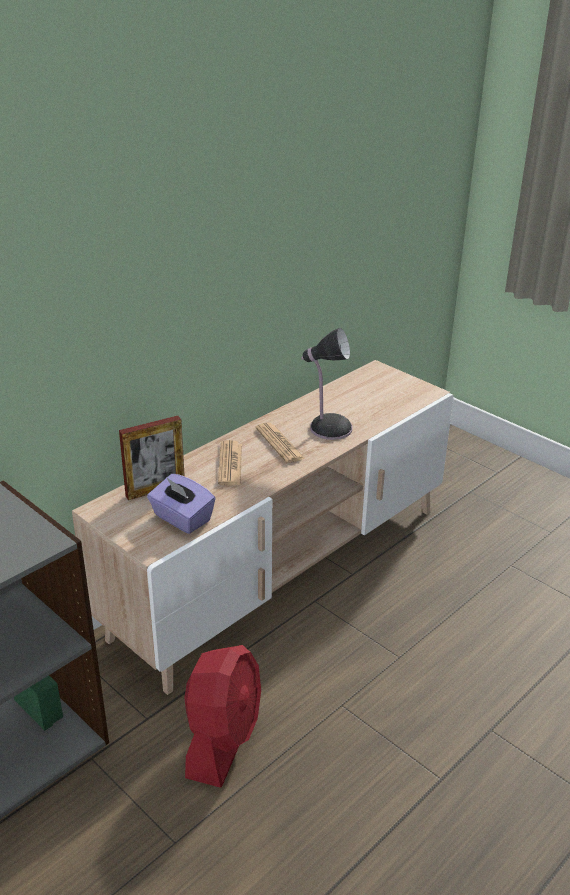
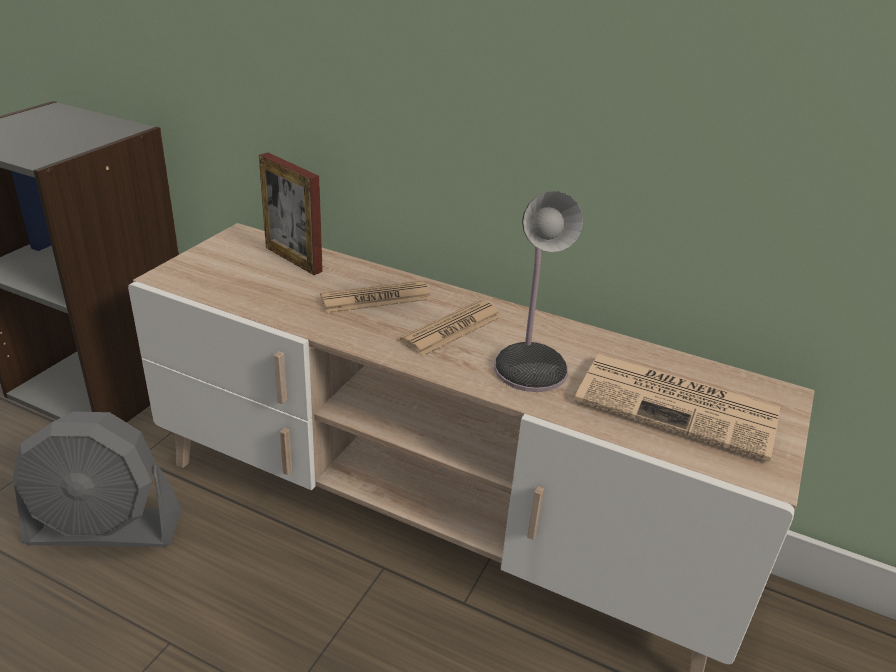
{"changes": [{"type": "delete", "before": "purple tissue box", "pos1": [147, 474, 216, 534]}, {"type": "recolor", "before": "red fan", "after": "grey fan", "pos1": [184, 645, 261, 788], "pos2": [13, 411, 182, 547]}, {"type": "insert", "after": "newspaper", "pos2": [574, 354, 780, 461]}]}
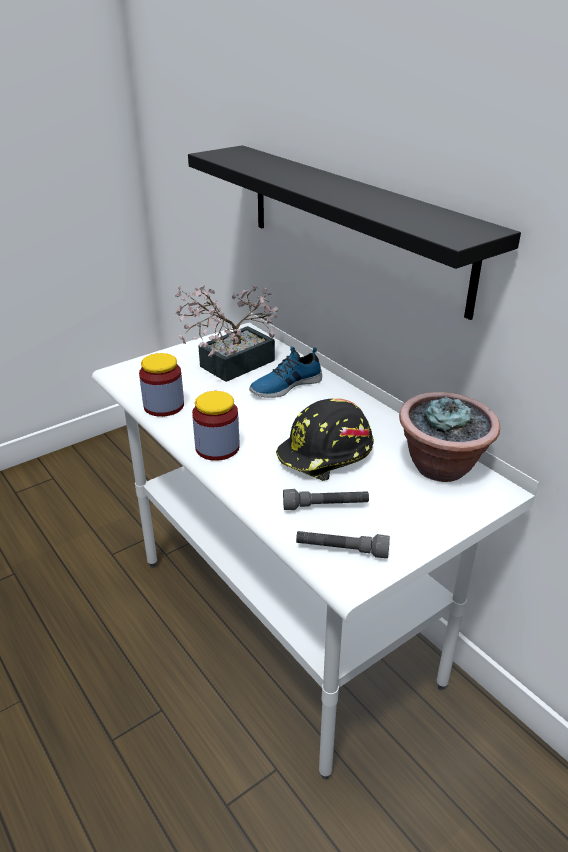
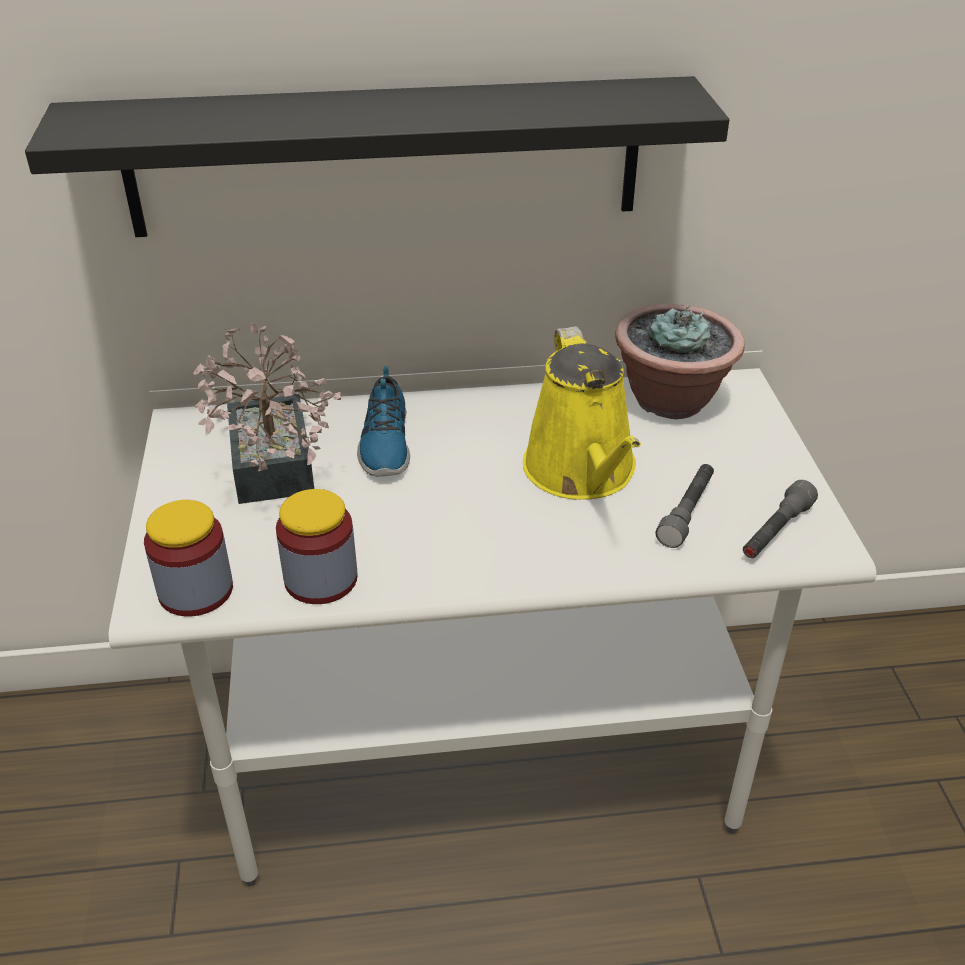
{"changes": [{"type": "move", "before": "jar", "pos1": [192, 391, 239, 461], "pos2": [144, 500, 233, 616]}, {"type": "replace", "before": "black hard hat", "after": "yellow watering can", "pos1": [276, 398, 374, 481], "pos2": [523, 326, 641, 500]}]}
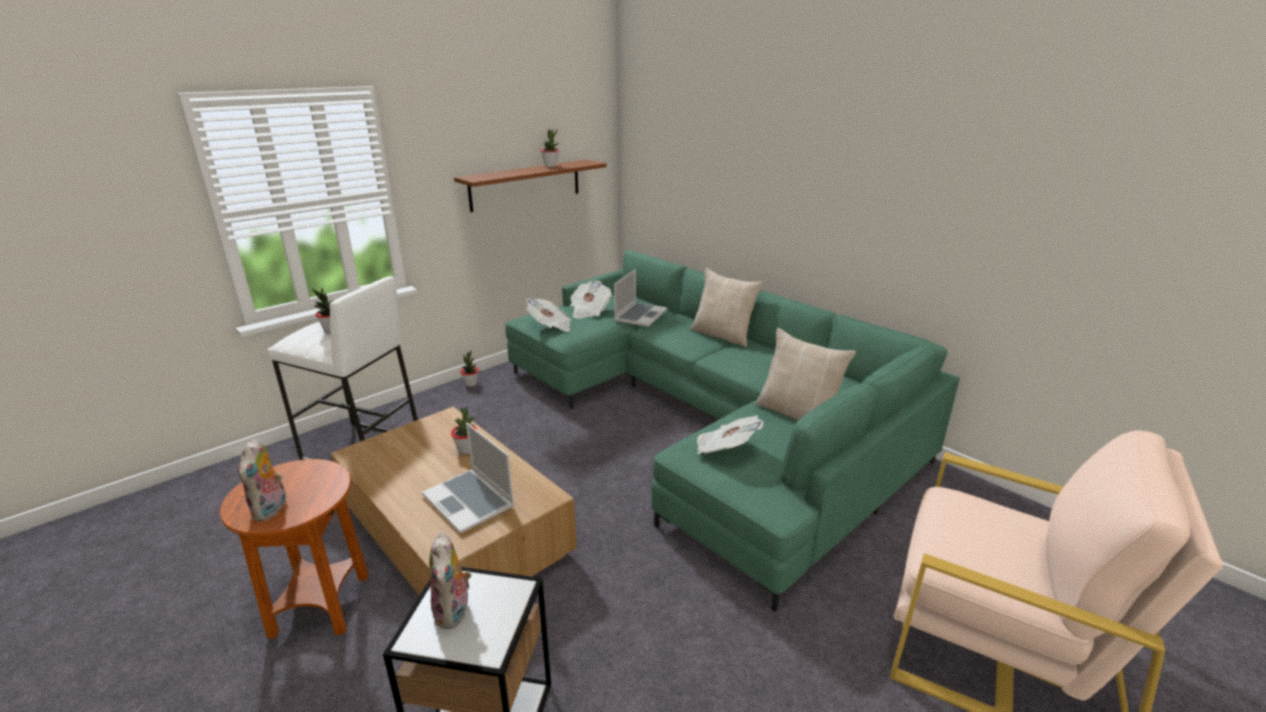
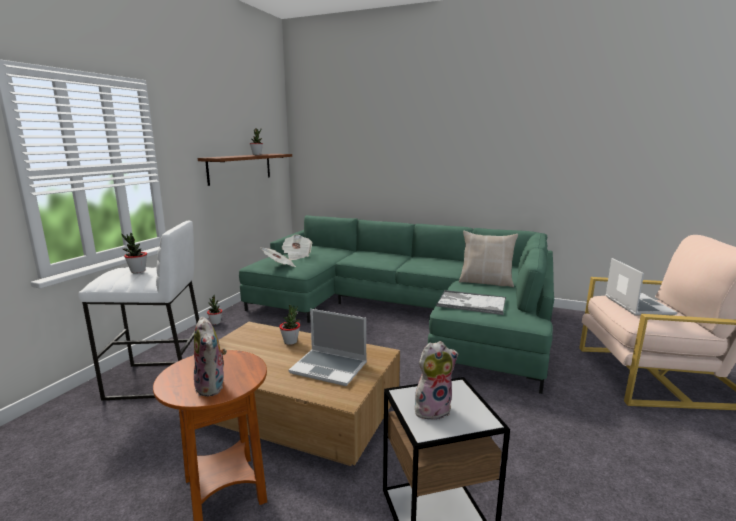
{"changes": [{"type": "rotate", "before": "plush toy", "pos1": [429, 533, 471, 629], "pos2": [415, 341, 458, 420], "turn": -75}, {"type": "move", "before": "laptop", "pos1": [614, 269, 668, 327], "pos2": [605, 258, 677, 316]}, {"type": "delete", "before": "beige pillow", "pos1": [690, 268, 764, 347]}, {"type": "replace", "before": "newspaper", "after": "tray", "pos1": [697, 416, 764, 454], "pos2": [436, 290, 506, 315]}]}
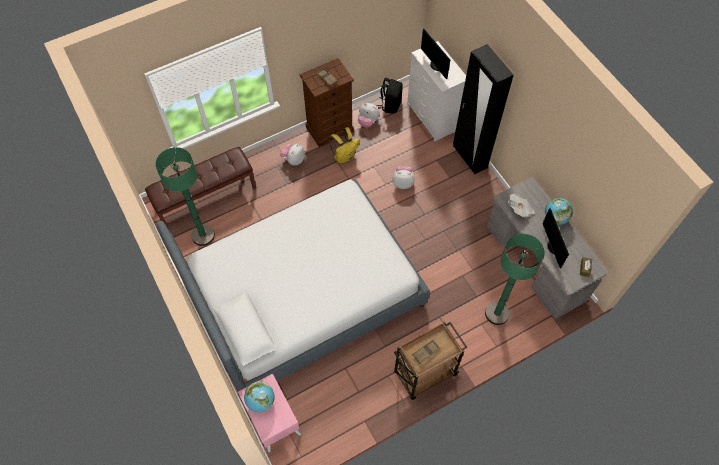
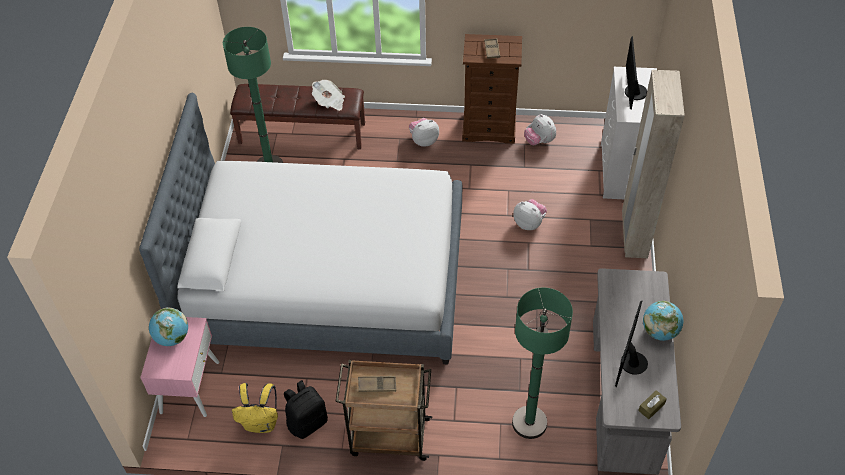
{"changes": [{"type": "move", "before": "yellow backpack", "pos1": [329, 127, 360, 164], "pos2": [232, 383, 278, 433]}, {"type": "move", "before": "black backpack", "pos1": [376, 78, 403, 113], "pos2": [284, 380, 328, 439]}, {"type": "recolor", "before": "black wardrobe", "after": "beige wardrobe", "pos1": [453, 44, 514, 174], "pos2": [622, 70, 685, 258]}, {"type": "move", "before": "newspaper", "pos1": [508, 193, 535, 218], "pos2": [312, 80, 345, 111]}]}
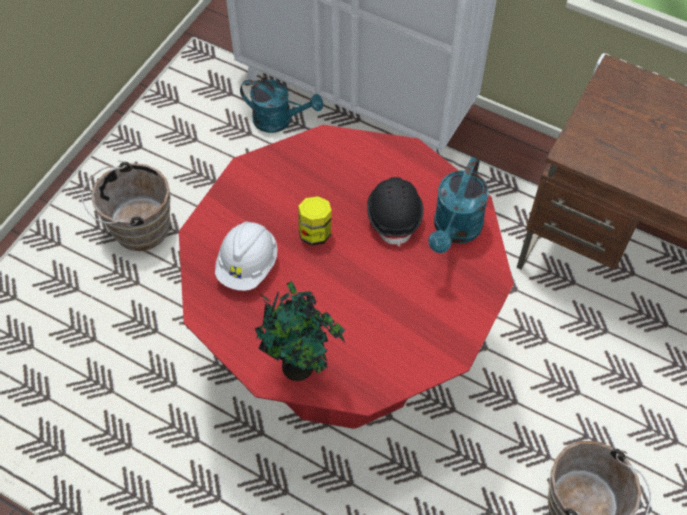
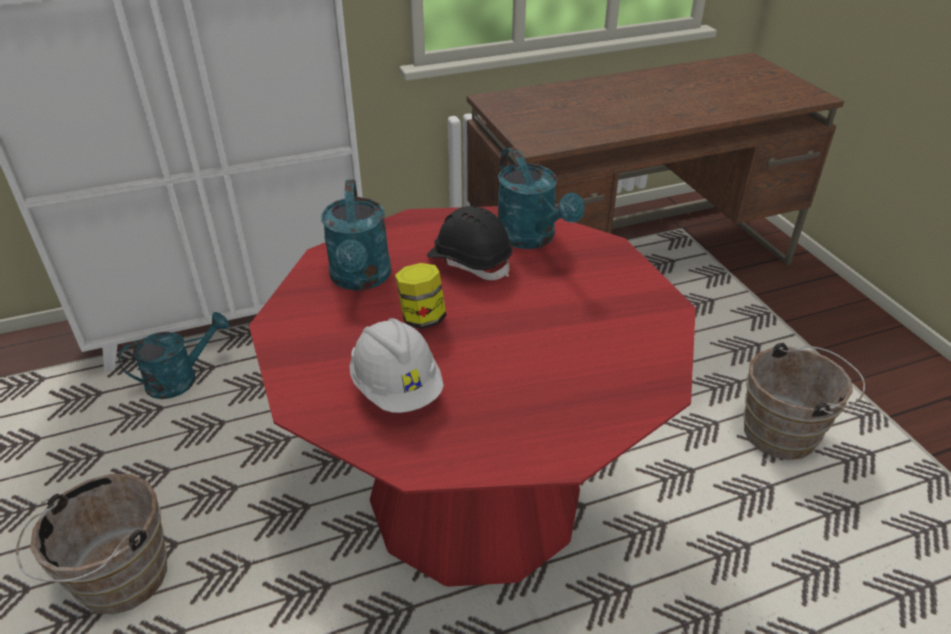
{"changes": [{"type": "delete", "before": "potted plant", "pos1": [255, 281, 346, 381]}, {"type": "insert", "after": "turquoise watering can", "pos2": [321, 179, 391, 291]}]}
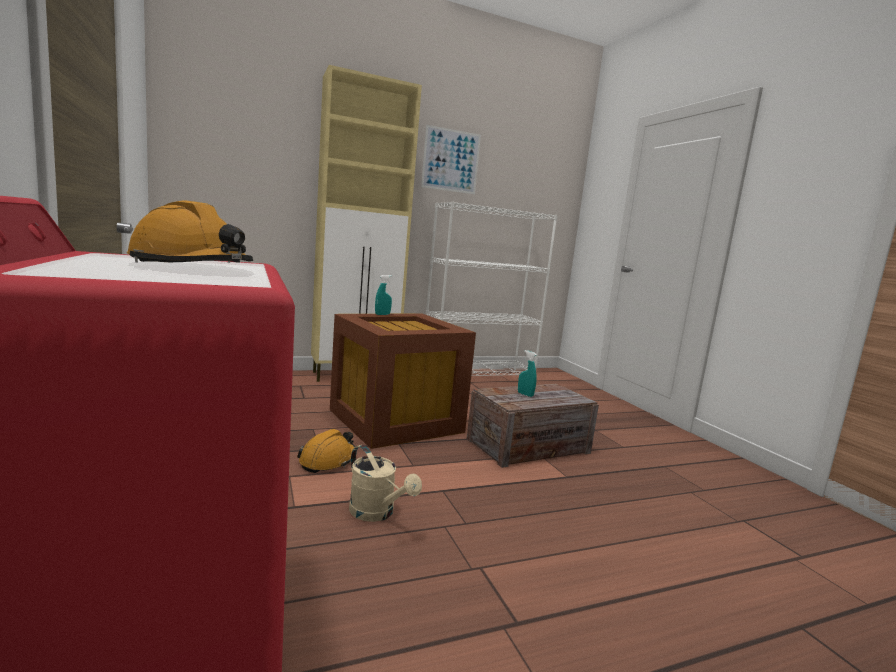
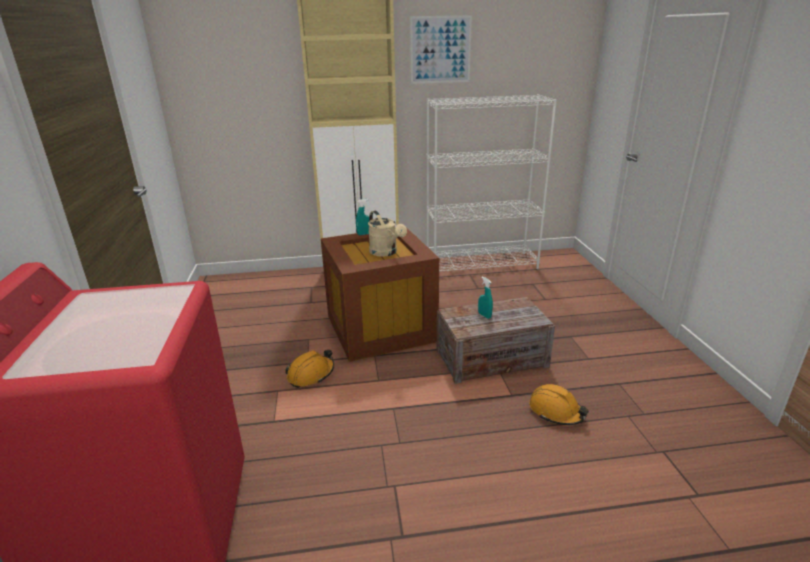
{"changes": [{"type": "move", "before": "orange hard hat", "pos1": [127, 201, 253, 263], "pos2": [529, 384, 589, 425]}, {"type": "move", "before": "beige watering can", "pos1": [349, 445, 422, 522], "pos2": [368, 211, 407, 257]}]}
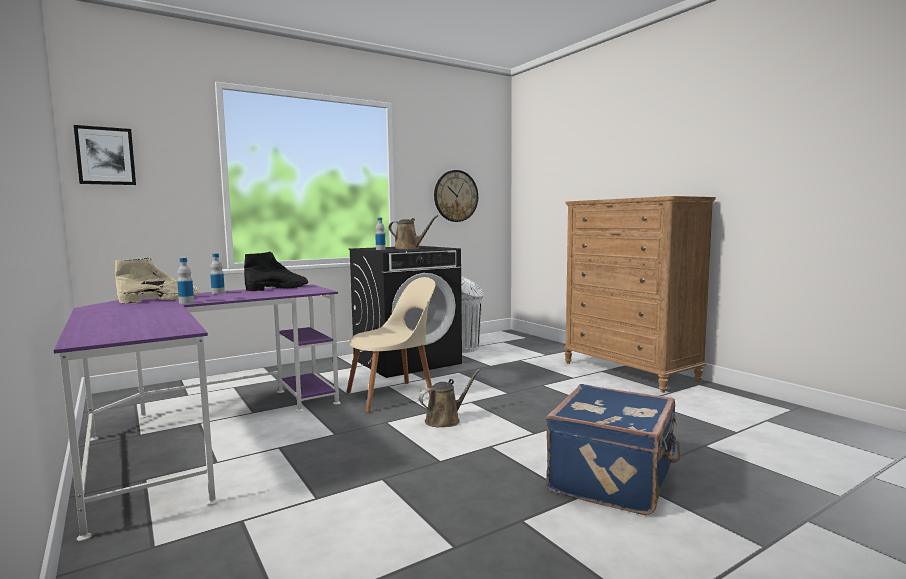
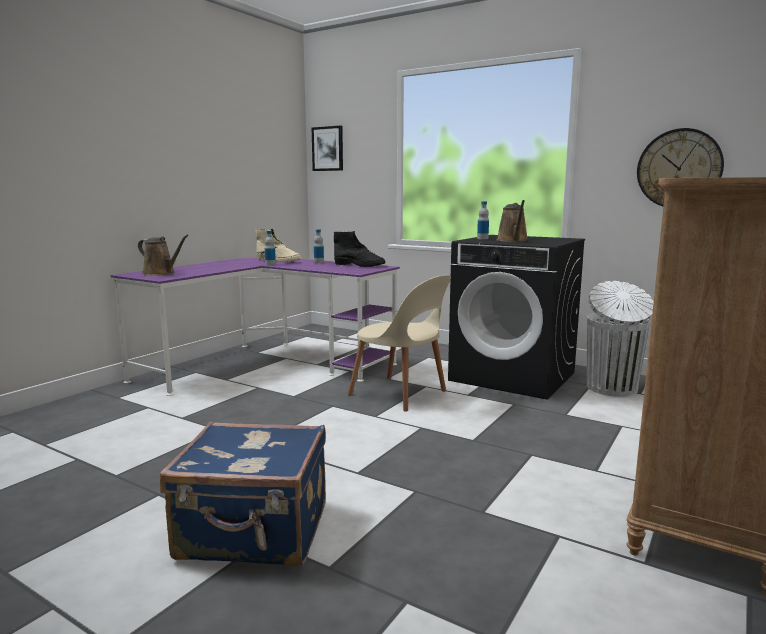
{"changes": [{"type": "move", "before": "brown watering can", "pos1": [419, 369, 481, 427], "pos2": [138, 235, 189, 275]}]}
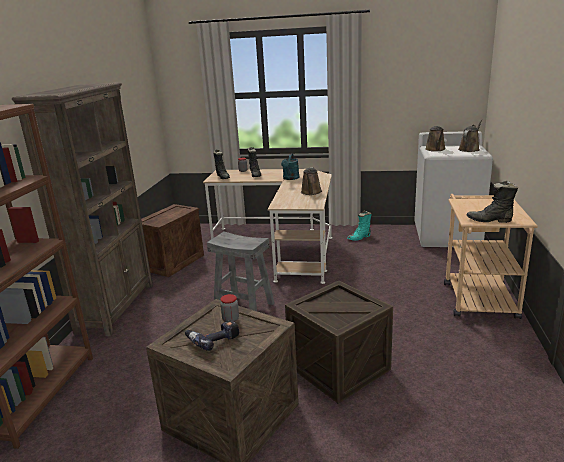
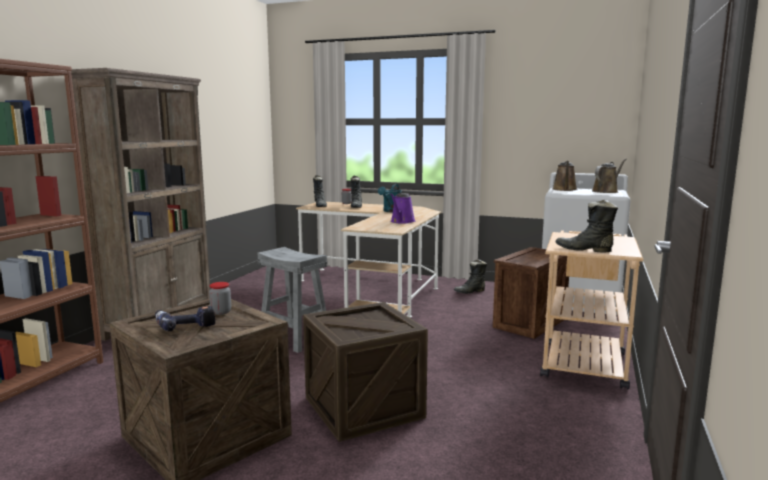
{"changes": [{"type": "move", "before": "crate", "pos1": [141, 204, 204, 277], "pos2": [493, 247, 569, 339]}, {"type": "recolor", "before": "brown watering can", "after": "purple watering can", "pos1": [301, 167, 322, 195], "pos2": [390, 193, 415, 224]}, {"type": "recolor", "before": "turquoise boot", "after": "black boot", "pos1": [347, 210, 372, 241], "pos2": [454, 259, 487, 294]}]}
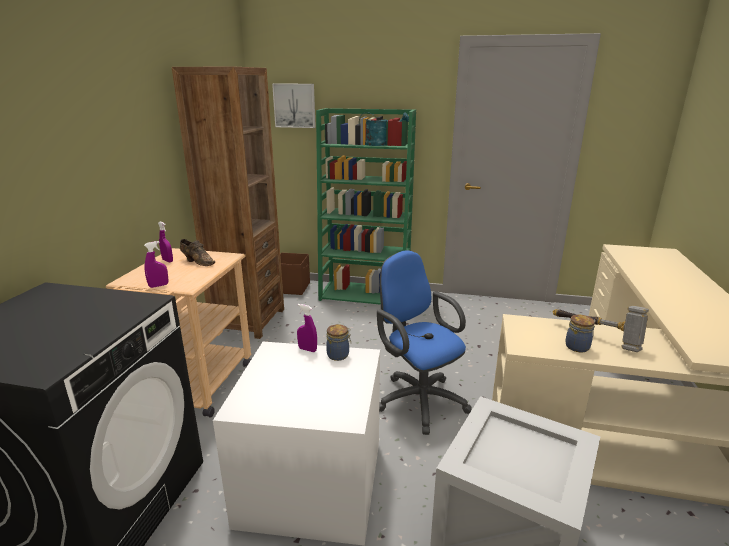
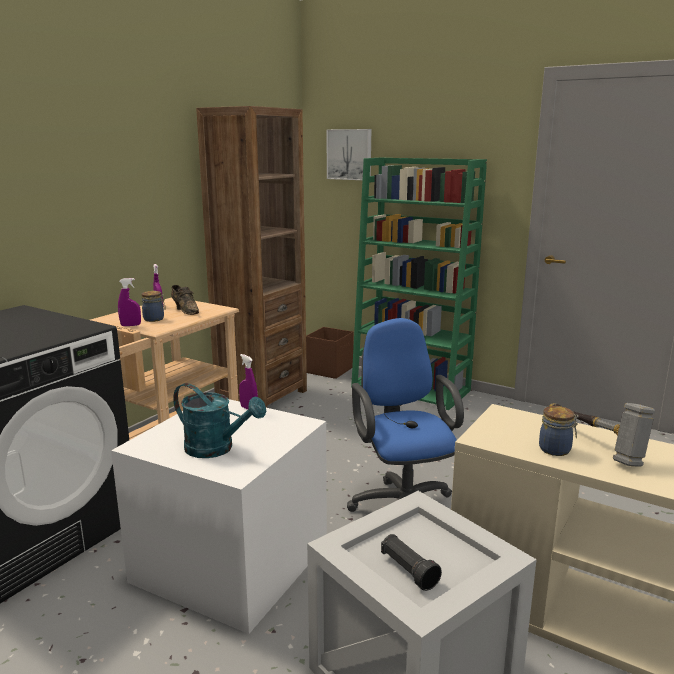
{"changes": [{"type": "move", "before": "jar", "pos1": [326, 324, 351, 361], "pos2": [141, 291, 166, 322]}, {"type": "move", "before": "turquoise watering can", "pos1": [359, 112, 409, 146], "pos2": [173, 383, 266, 458]}, {"type": "insert", "after": "black flashlight", "pos2": [381, 534, 442, 591]}]}
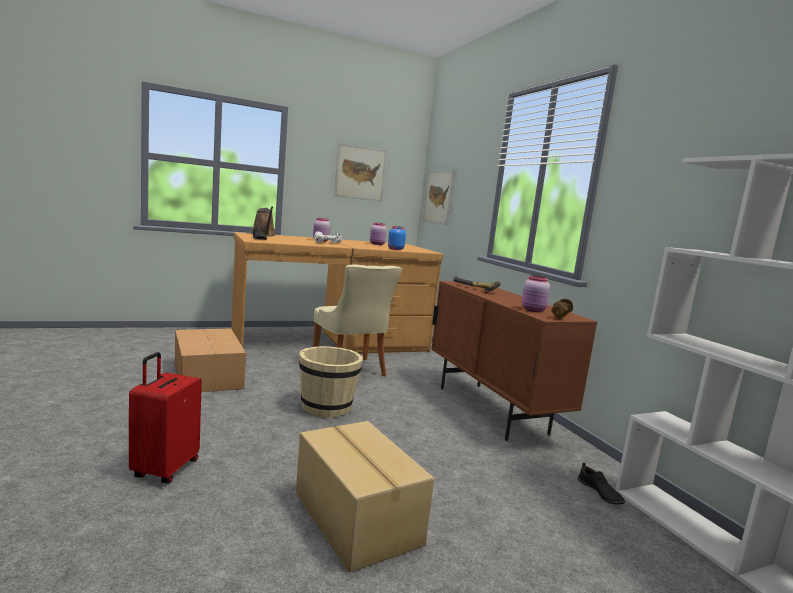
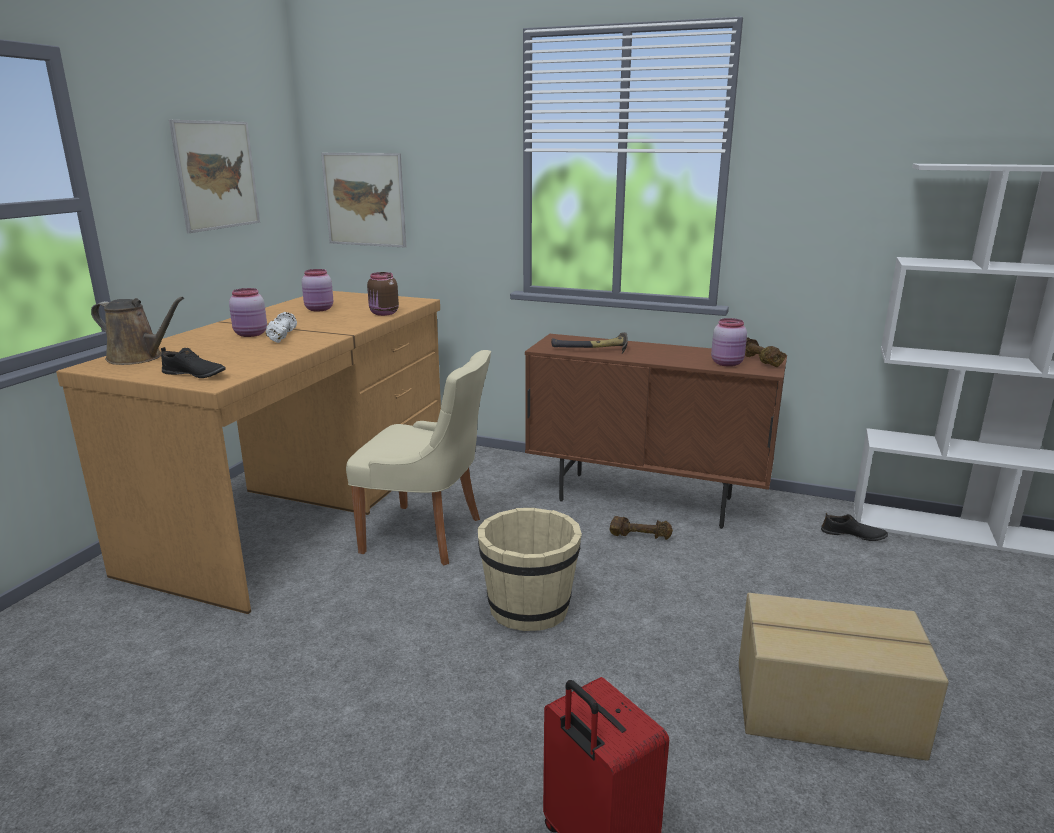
{"changes": [{"type": "delete", "before": "cardboard box", "pos1": [175, 328, 246, 392]}, {"type": "recolor", "before": "blue jar", "after": "brown jar", "pos1": [388, 226, 406, 250], "pos2": [367, 272, 399, 316]}, {"type": "insert", "after": "brown dumbbell", "pos2": [609, 516, 673, 540]}]}
